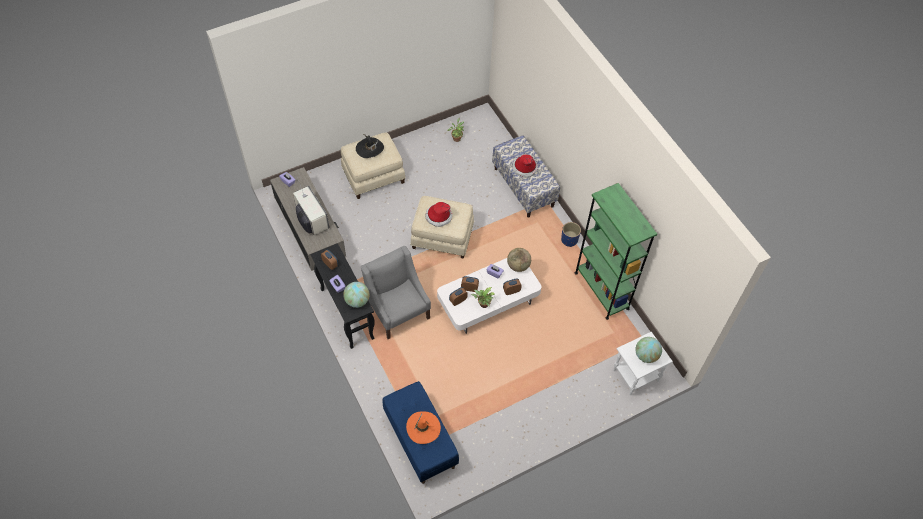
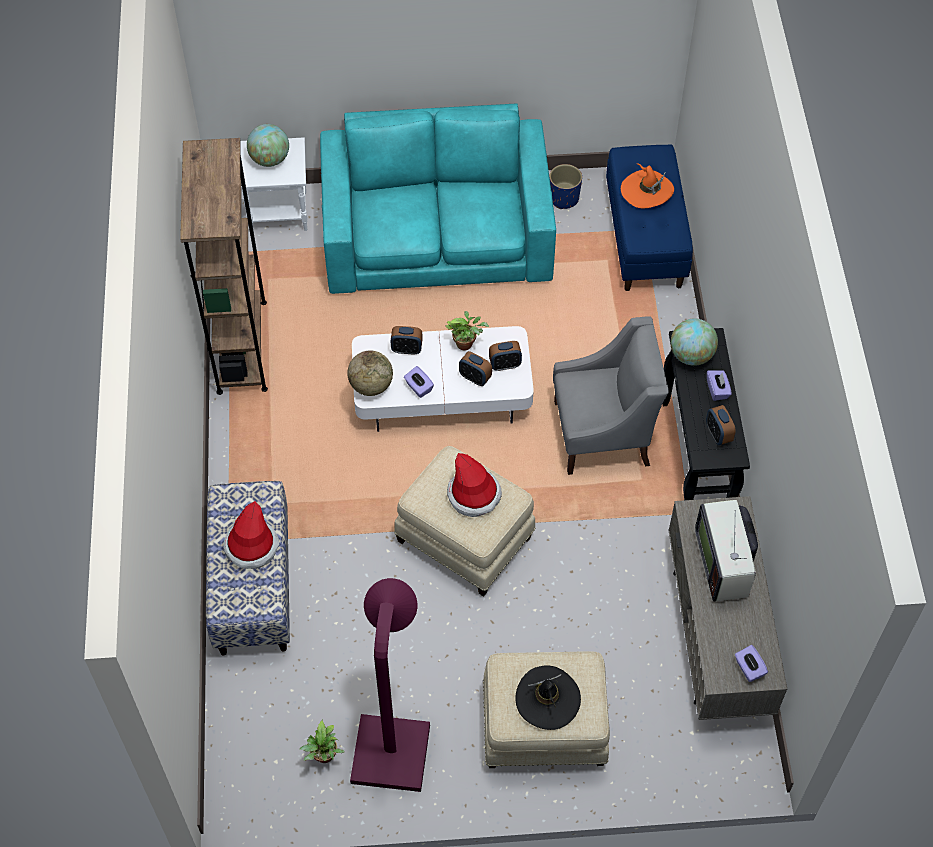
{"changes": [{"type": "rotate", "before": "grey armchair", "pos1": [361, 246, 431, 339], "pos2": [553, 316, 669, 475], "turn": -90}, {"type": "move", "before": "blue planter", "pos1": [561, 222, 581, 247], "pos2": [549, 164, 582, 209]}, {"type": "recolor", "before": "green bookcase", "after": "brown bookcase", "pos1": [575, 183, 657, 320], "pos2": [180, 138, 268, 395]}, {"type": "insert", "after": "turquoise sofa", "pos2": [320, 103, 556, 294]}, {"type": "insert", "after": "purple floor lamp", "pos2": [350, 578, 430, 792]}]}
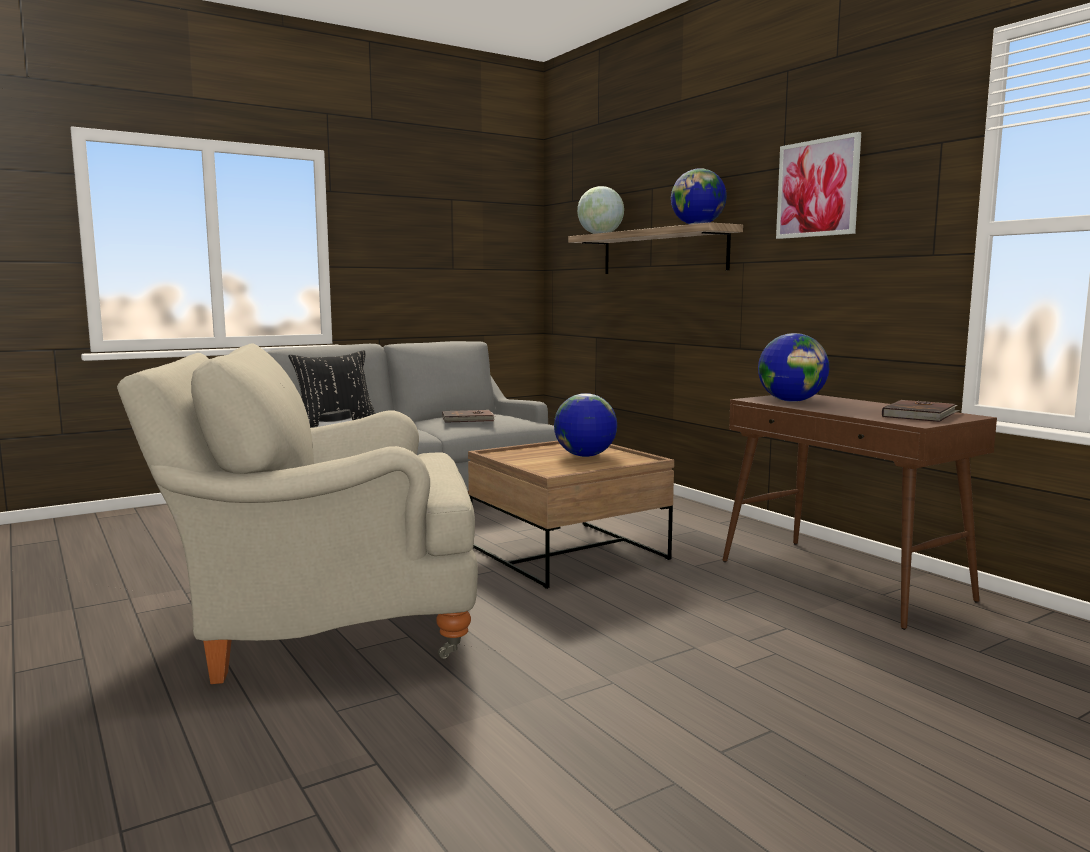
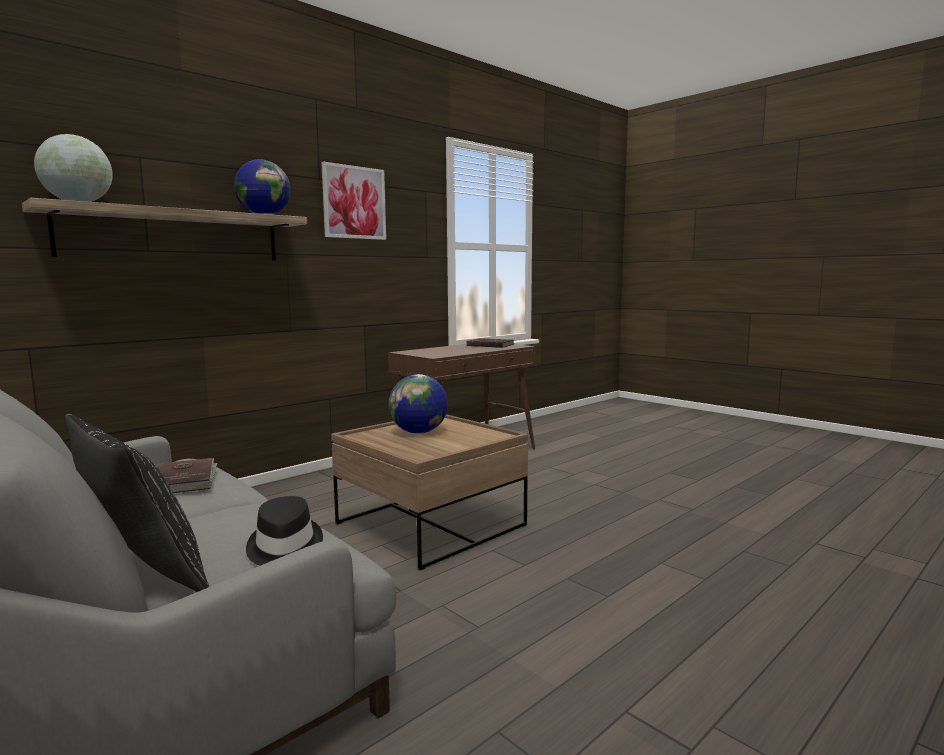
{"changes": [{"type": "delete", "before": "beige armchair", "pos1": [117, 343, 478, 684]}, {"type": "delete", "before": "globe", "pos1": [758, 333, 829, 402]}]}
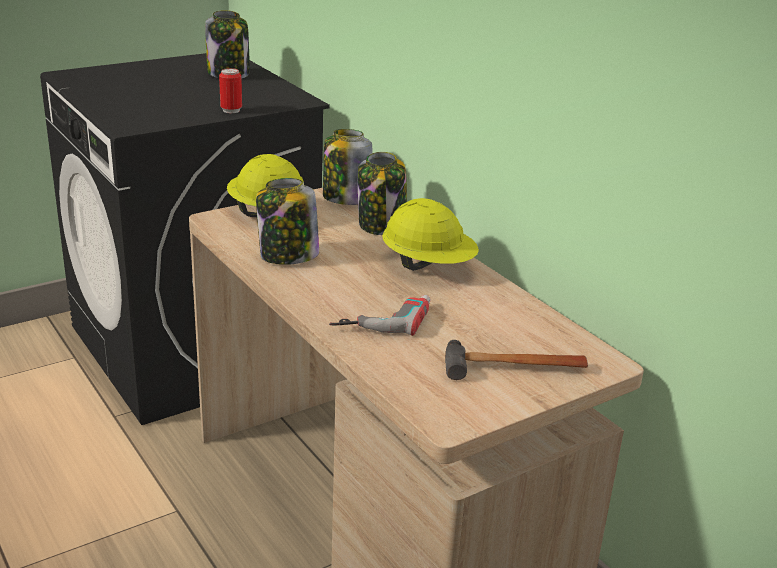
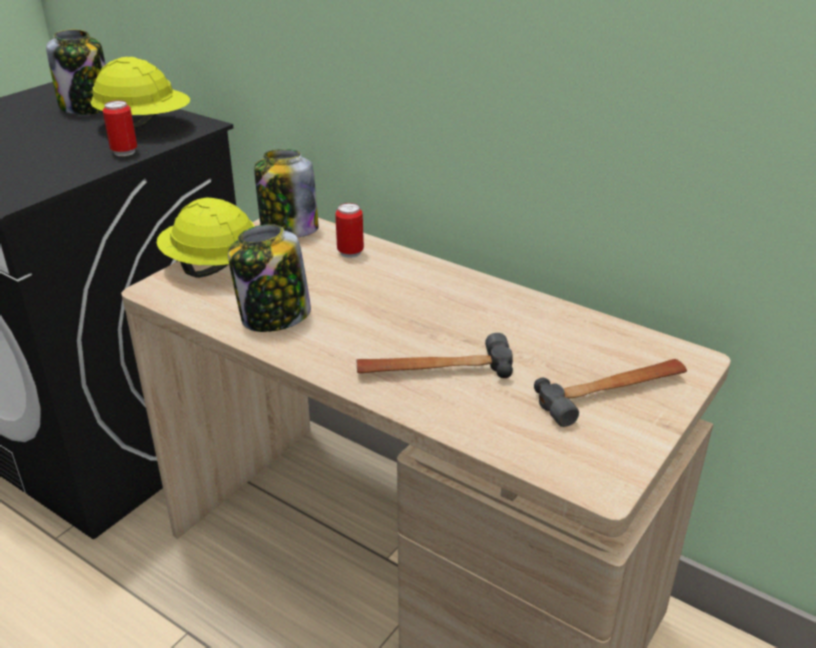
{"changes": [{"type": "replace", "before": "power drill", "after": "hammer", "pos1": [329, 295, 430, 336], "pos2": [356, 333, 513, 378]}, {"type": "replace", "before": "jar", "after": "can", "pos1": [358, 152, 407, 235], "pos2": [335, 203, 364, 258]}, {"type": "move", "before": "yellow hard hat", "pos1": [382, 198, 479, 271], "pos2": [90, 57, 190, 130]}]}
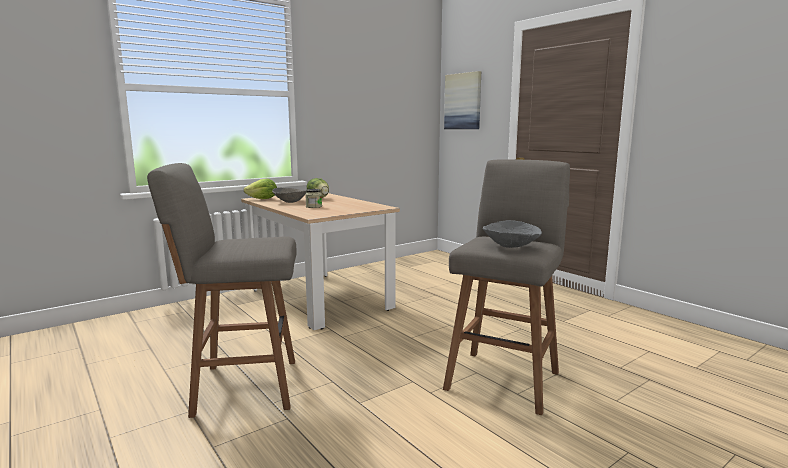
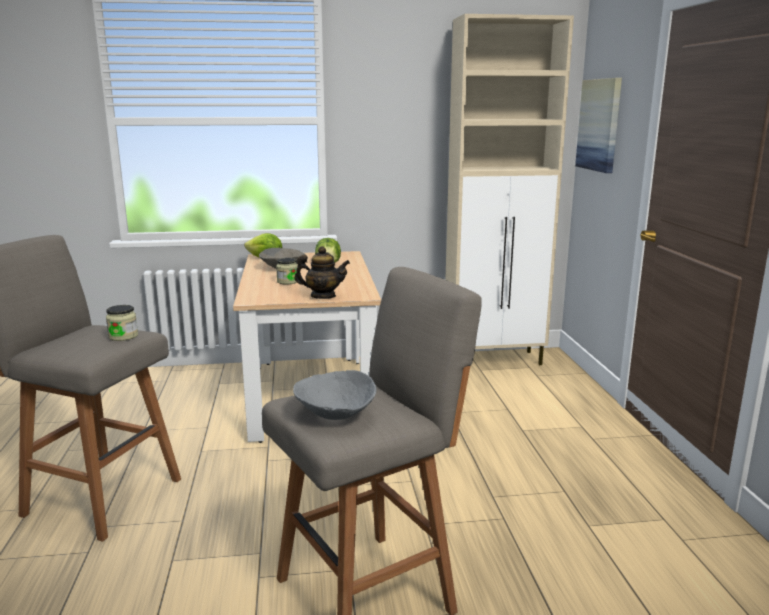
{"changes": [{"type": "insert", "after": "jar", "pos2": [106, 305, 138, 341]}, {"type": "insert", "after": "teapot", "pos2": [294, 246, 350, 299]}, {"type": "insert", "after": "beige cabinet", "pos2": [445, 14, 574, 365]}]}
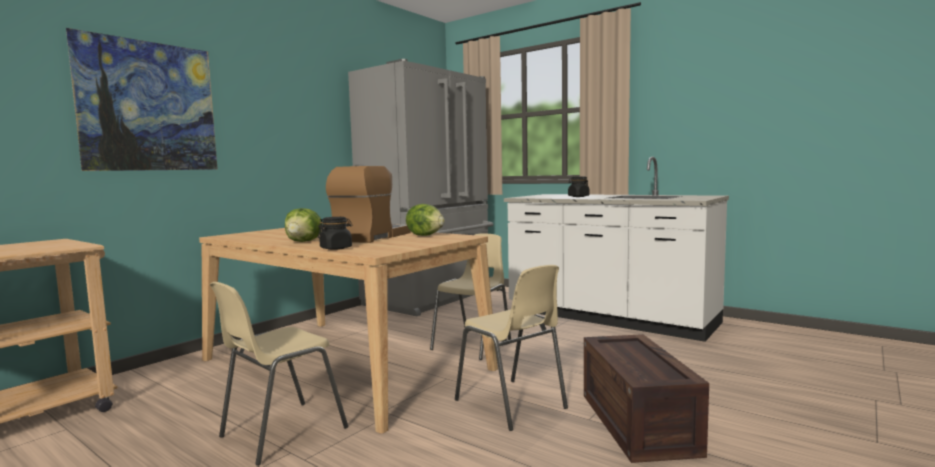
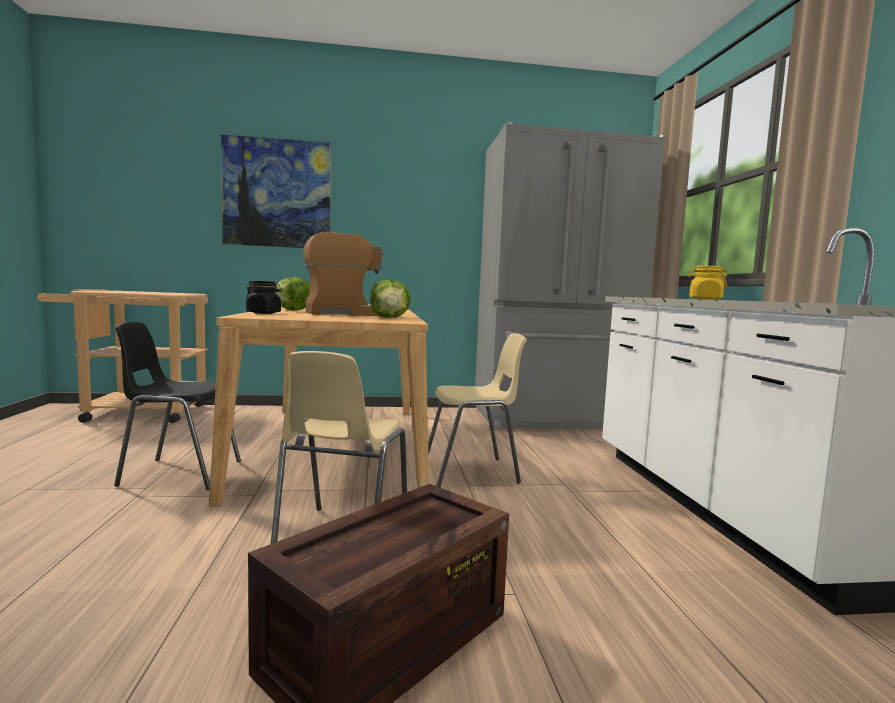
{"changes": [{"type": "recolor", "before": "beige chair", "after": "black chair", "pos1": [210, 282, 348, 466], "pos2": [114, 322, 241, 490]}, {"type": "recolor", "before": "black jar", "after": "yellow jar", "pos1": [568, 177, 589, 197], "pos2": [687, 266, 727, 300]}]}
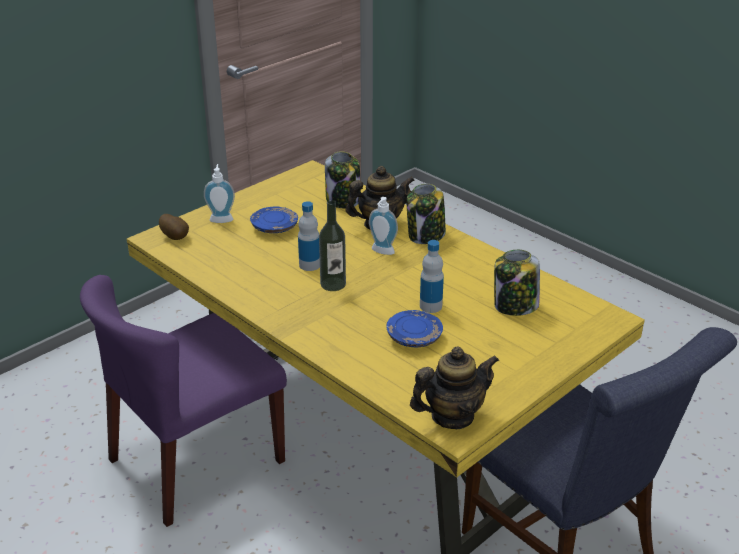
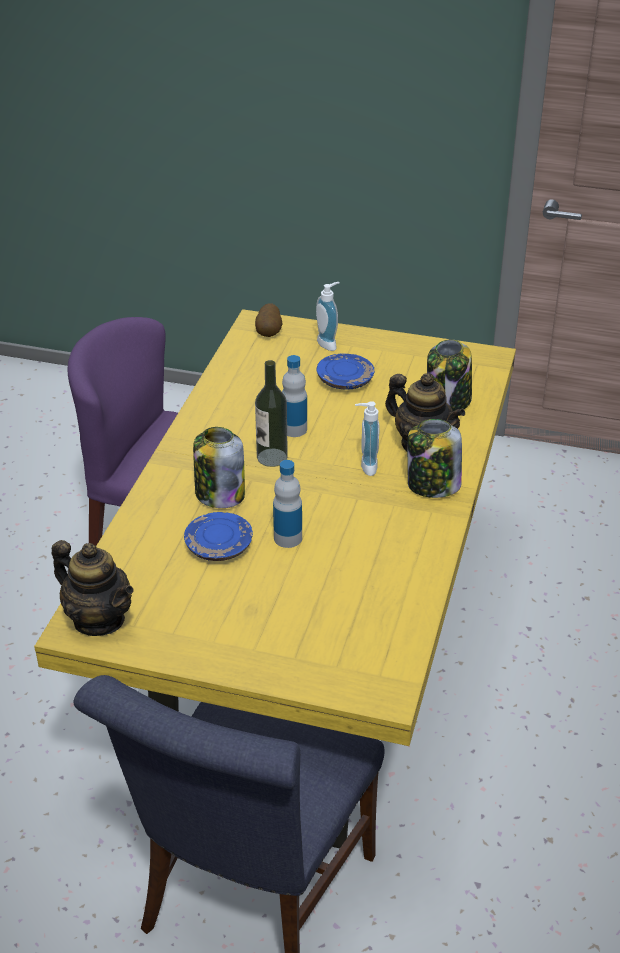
{"changes": [{"type": "move", "before": "jar", "pos1": [494, 250, 540, 316], "pos2": [193, 427, 245, 508]}]}
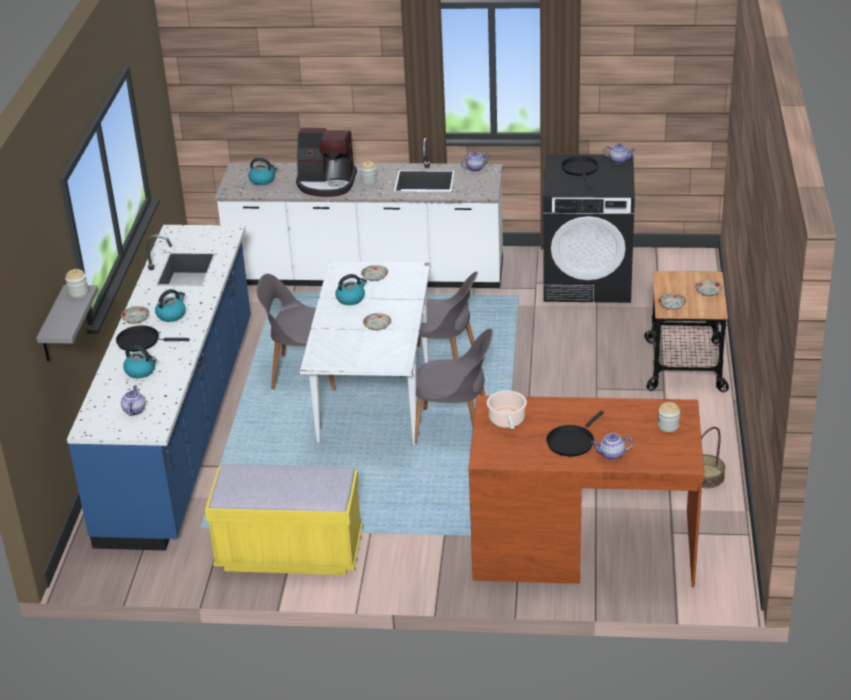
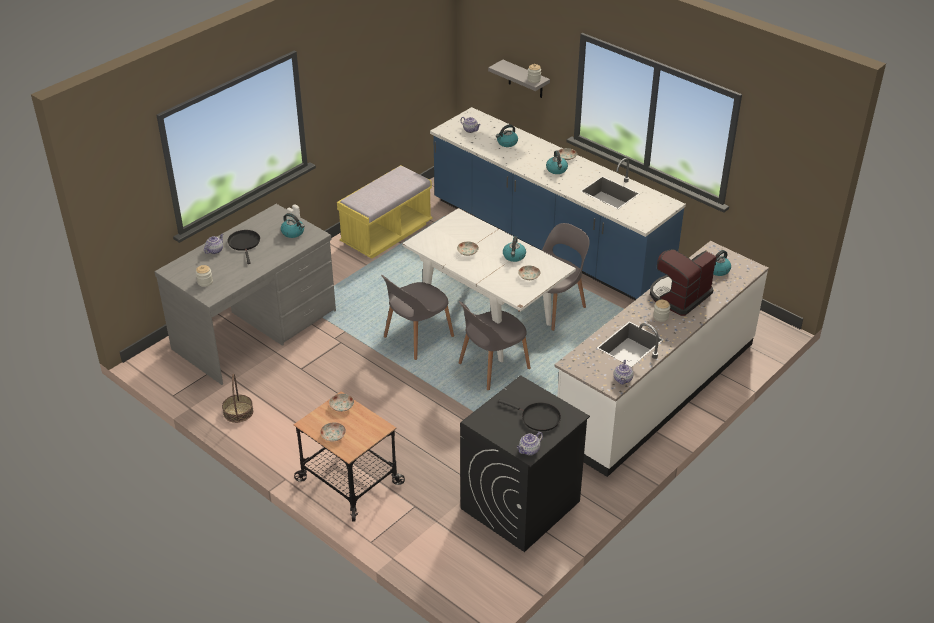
{"changes": [{"type": "delete", "before": "black frying pan", "pos1": [116, 325, 190, 352]}, {"type": "recolor", "before": "brown desk", "after": "grey desk", "pos1": [469, 396, 704, 587], "pos2": [154, 204, 336, 385]}, {"type": "replace", "before": "cooking pot", "after": "kettle", "pos1": [487, 391, 527, 429], "pos2": [281, 213, 304, 238]}]}
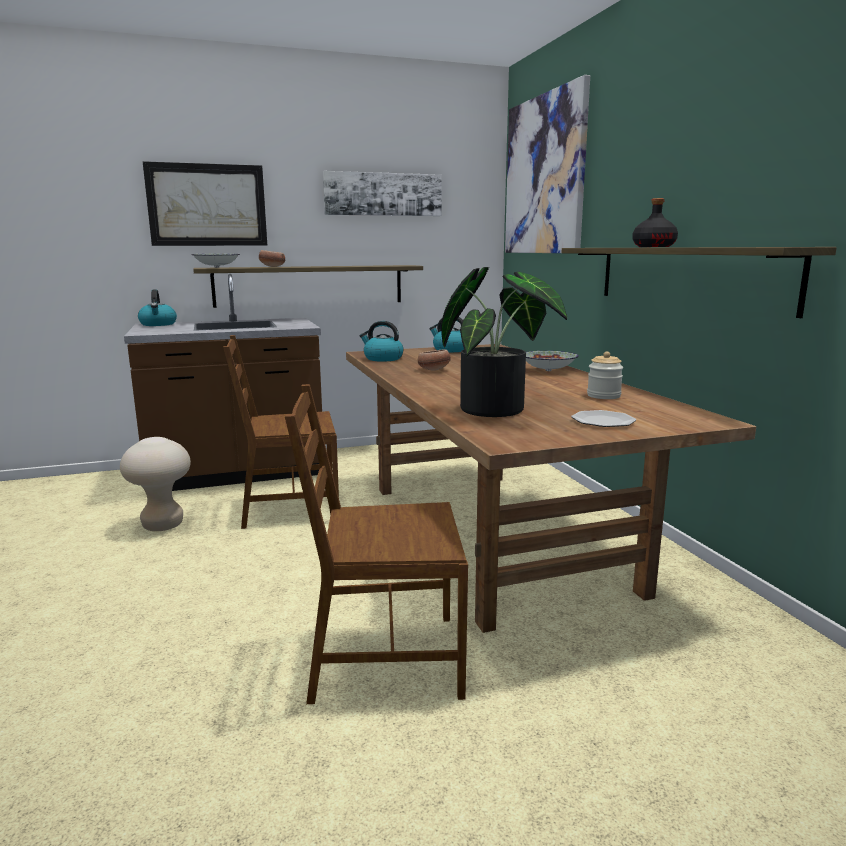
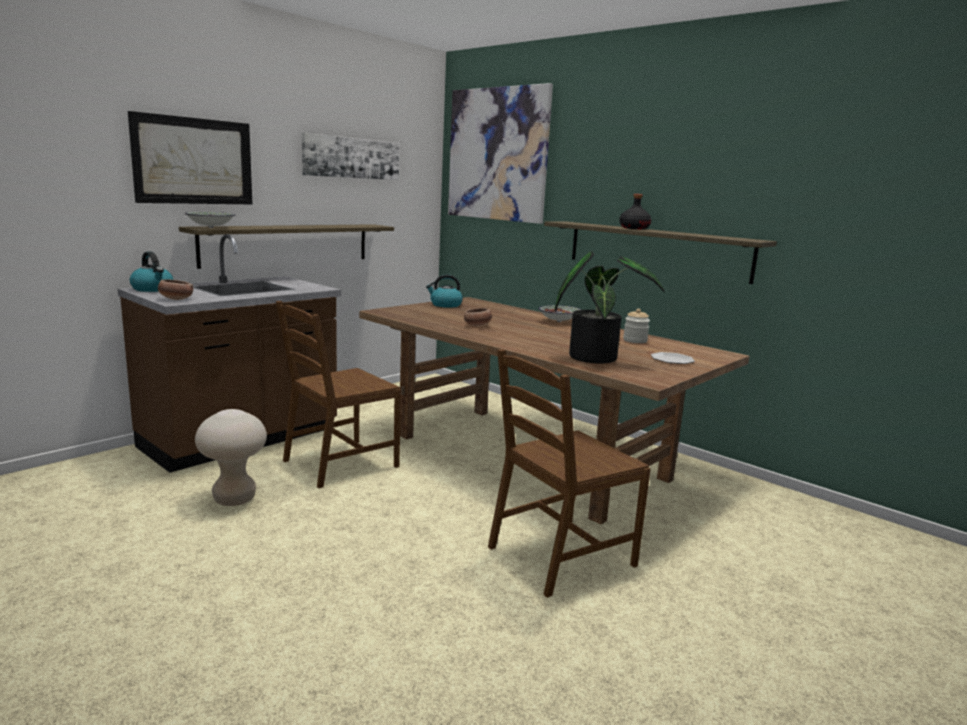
{"changes": [{"type": "move", "before": "bowl", "pos1": [259, 250, 285, 267], "pos2": [158, 279, 193, 300]}, {"type": "delete", "before": "kettle", "pos1": [360, 321, 403, 362]}]}
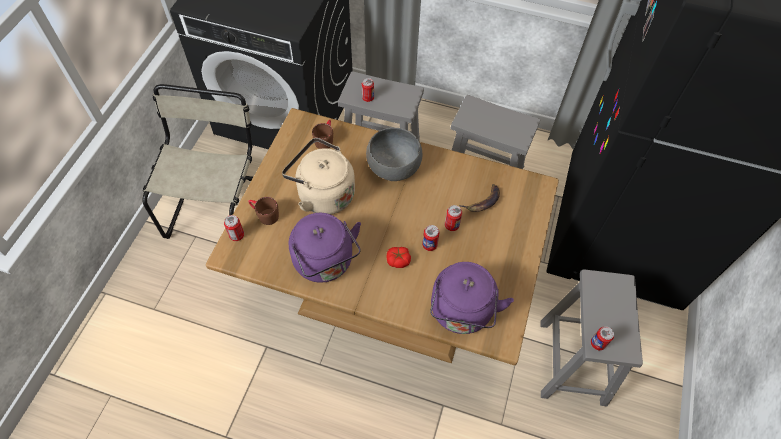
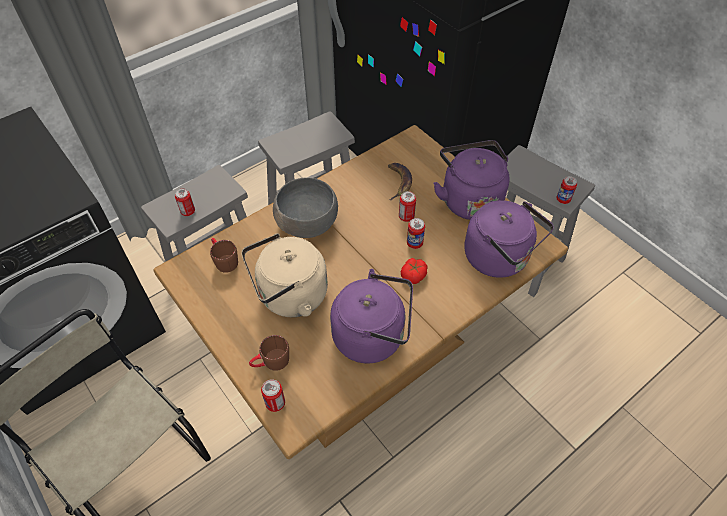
{"changes": [{"type": "insert", "after": "purple kettle", "pos2": [433, 140, 510, 220]}]}
